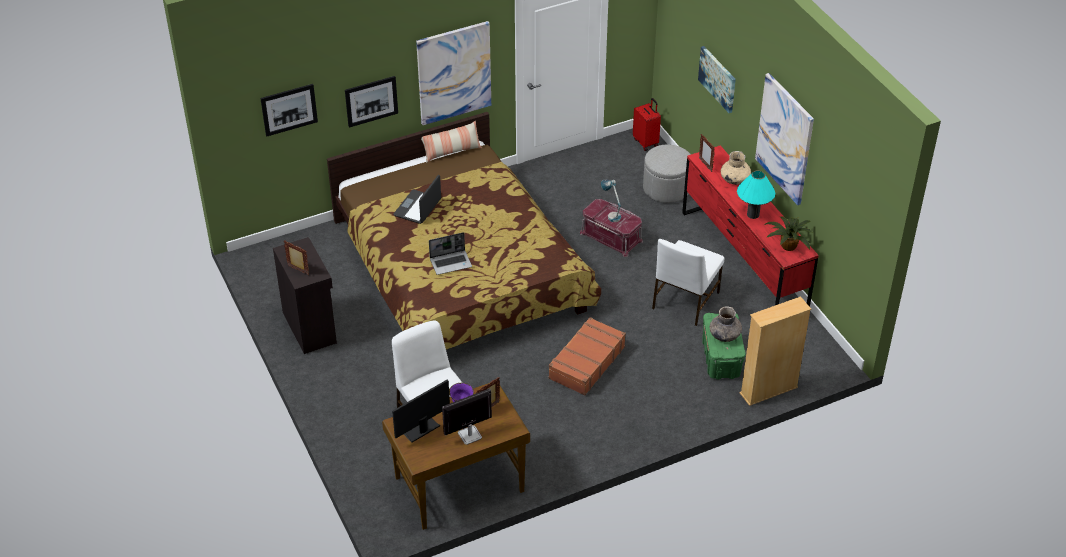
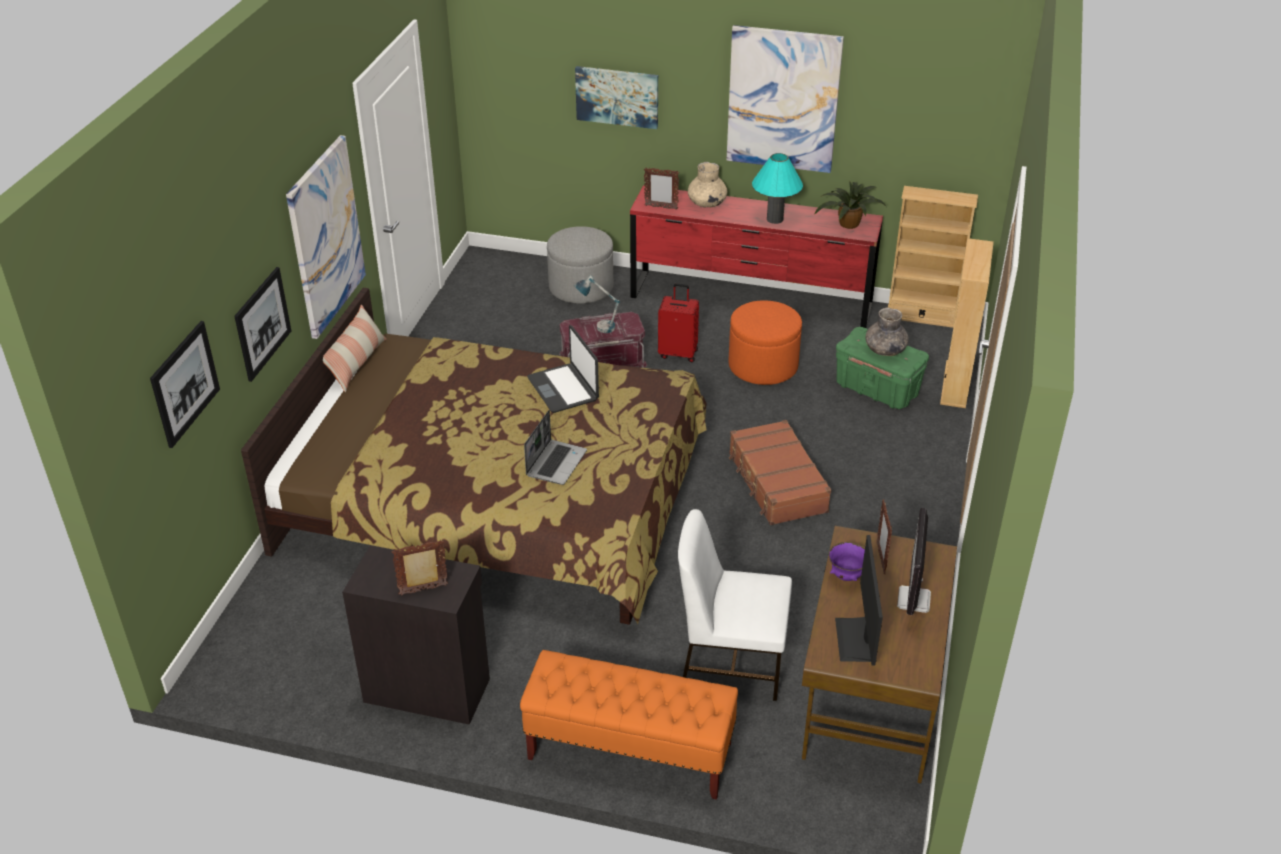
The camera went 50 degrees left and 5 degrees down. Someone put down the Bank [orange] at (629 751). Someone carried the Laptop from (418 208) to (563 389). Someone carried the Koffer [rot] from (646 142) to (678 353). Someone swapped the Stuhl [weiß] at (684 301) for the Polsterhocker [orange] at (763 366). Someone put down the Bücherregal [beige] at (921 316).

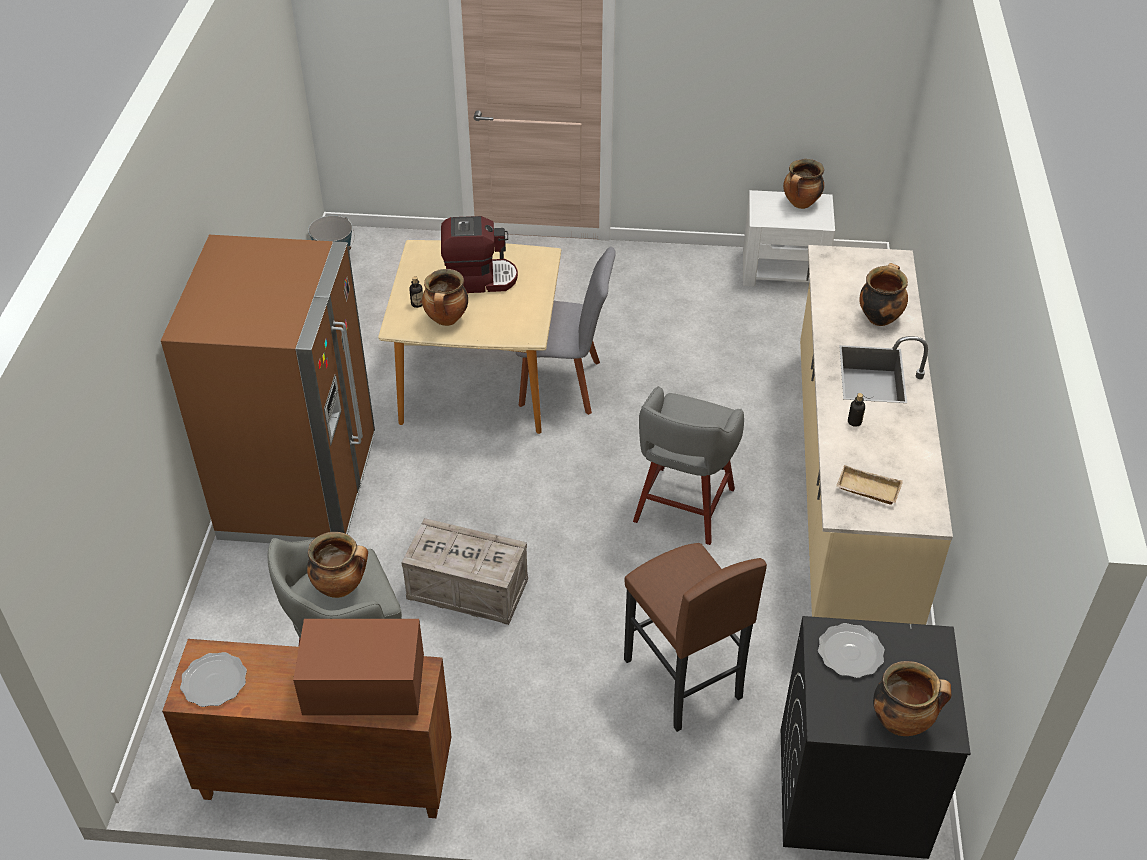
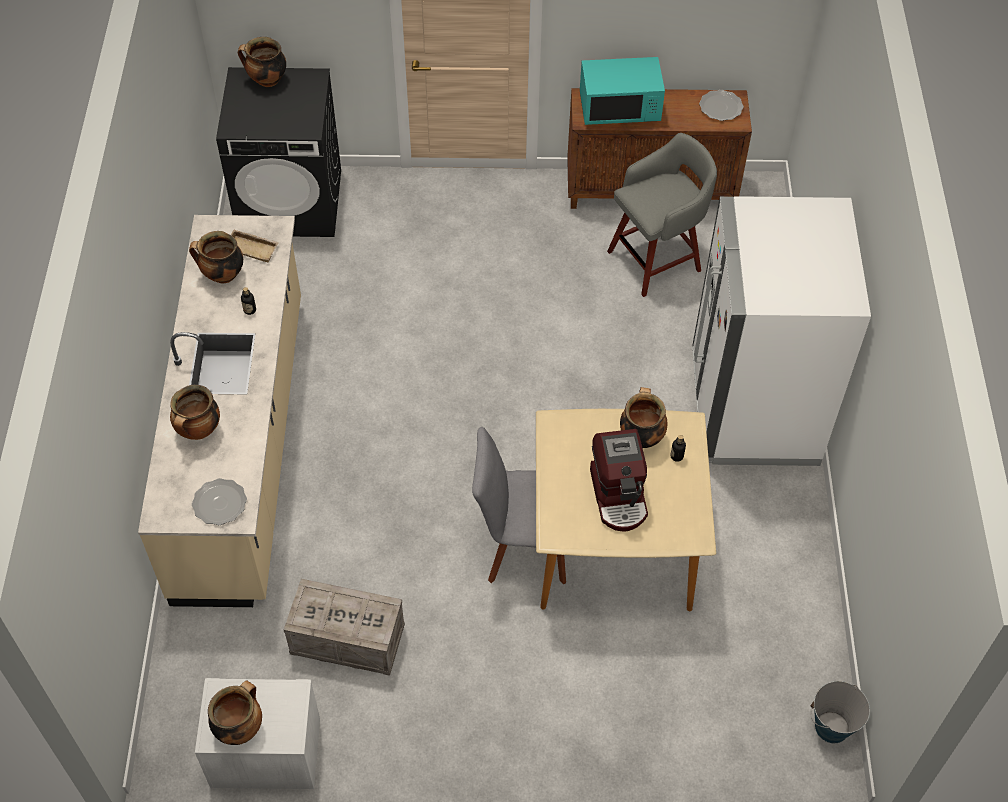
The camera went 175 degrees right and 10 degrees up. Someone carried the Kochtopf from (341 586) to (222 276). Someone carried the Teller from (850 653) to (219 503). Someone carried the Kiste from (469 589) to (345 639). Someone repainted the Mikrowelle [braun] at (364 688), which became the Mikrowelle [türkis] at (620 108). Someone rotated the Kaffeemaschine at (479 279) by 90 degrees counterclockwise. Someone repainted the Kühlschrank [braun] at (299 488), which became the Kühlschrank [weiß] at (753 408). Someone took away the Hocker [braun] at (682 679). Someone took away the Hocker [grau] at (682 507).

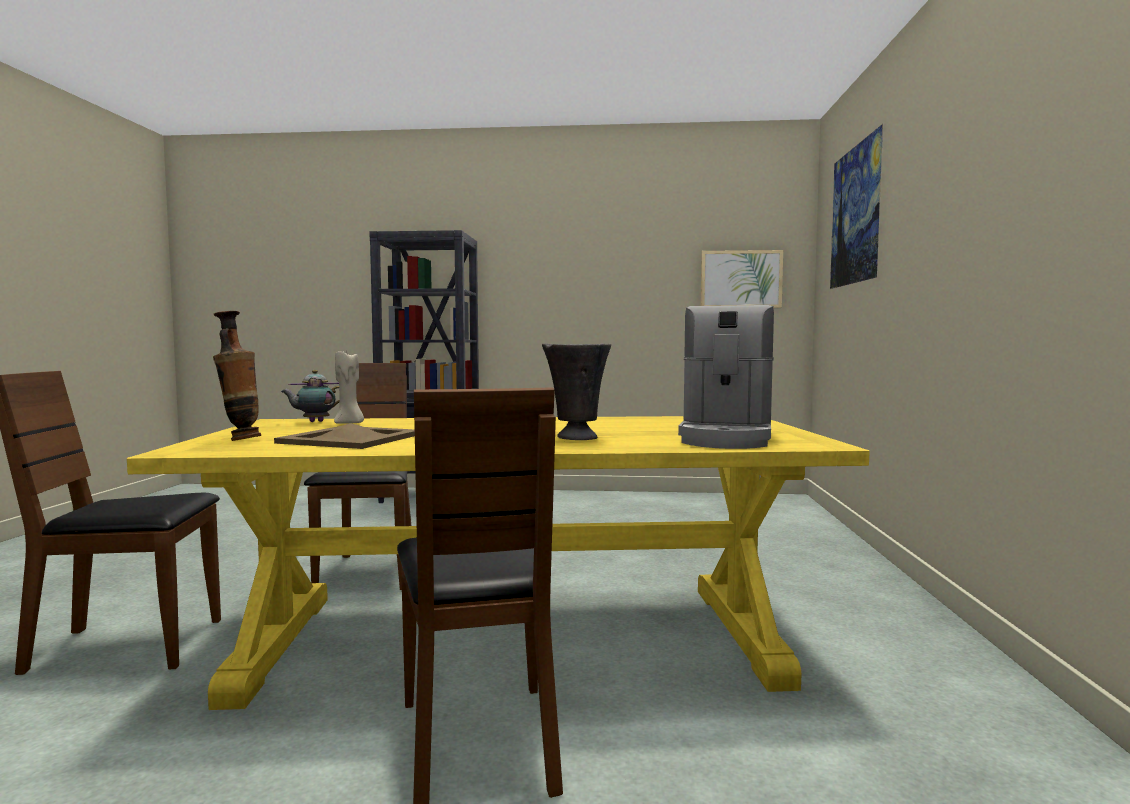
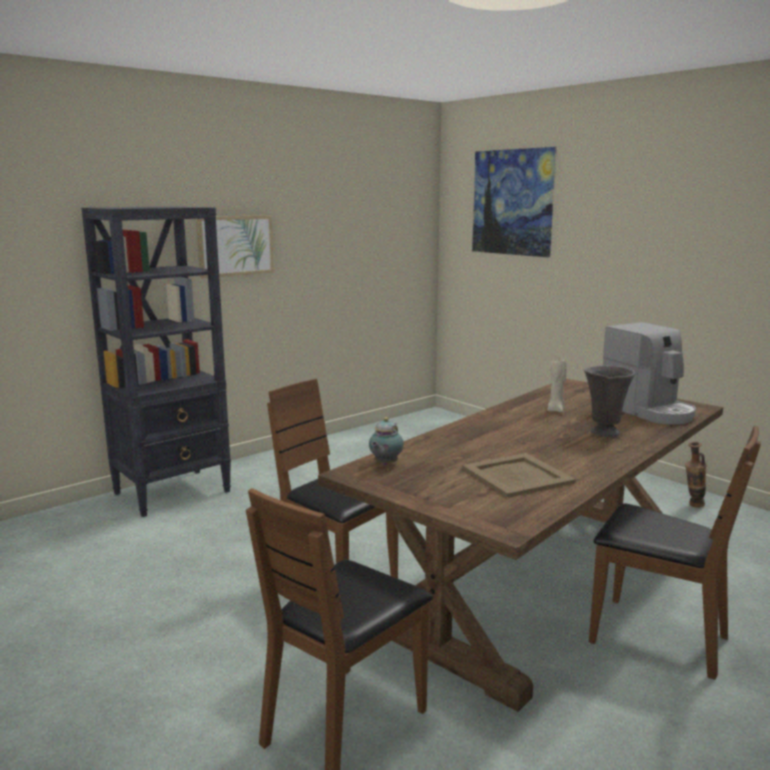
The camera went 45 degrees left and 10 degrees up. Someone carried the Bild from (741 279) to (235 245). Someone repainted the Esstisch [gelb] at (515 638), which became the Esstisch [braun] at (538 578). Someone carried the Kerze [beige] from (349 423) to (556 410). Someone carried the Vase from (240 440) to (692 505).

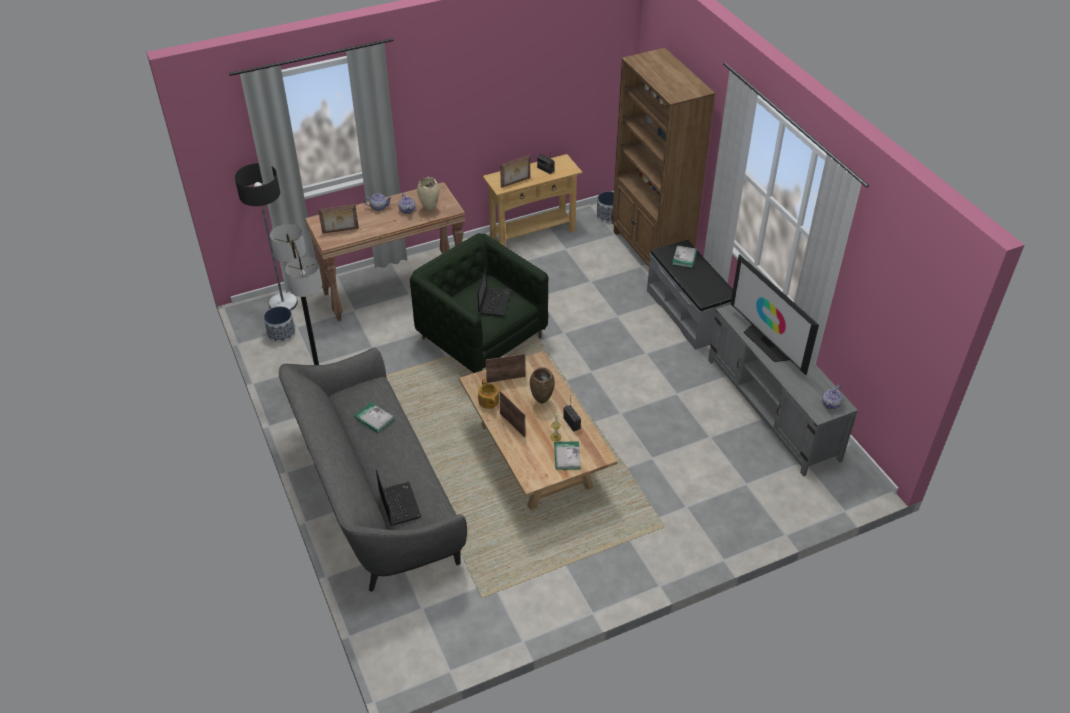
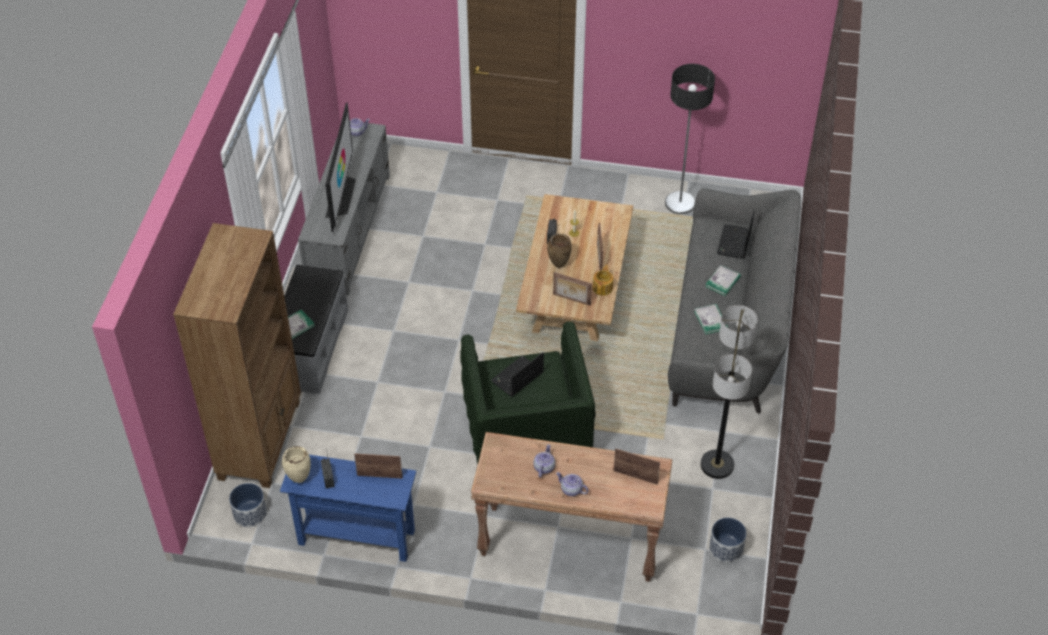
The camera went 145 degrees left and 5 degrees up. Someone repainted the Konsolentisch [beige] at (532 234), which became the Konsolentisch [blau] at (356 537). Someone carried the Vase [beige] from (430 209) to (299 479). Someone carried the Stehlampe from (283 303) to (680 203). Someone carried the Buch from (567 456) to (722 281).

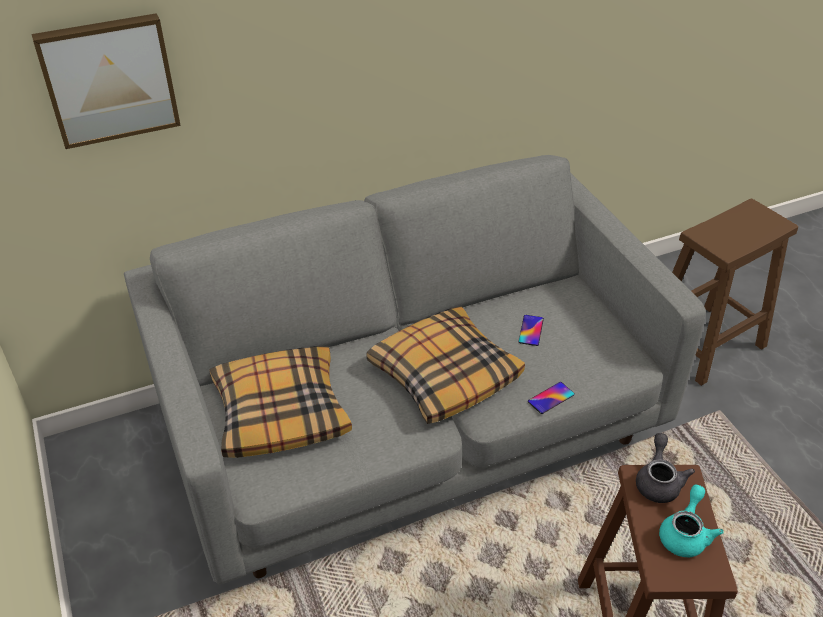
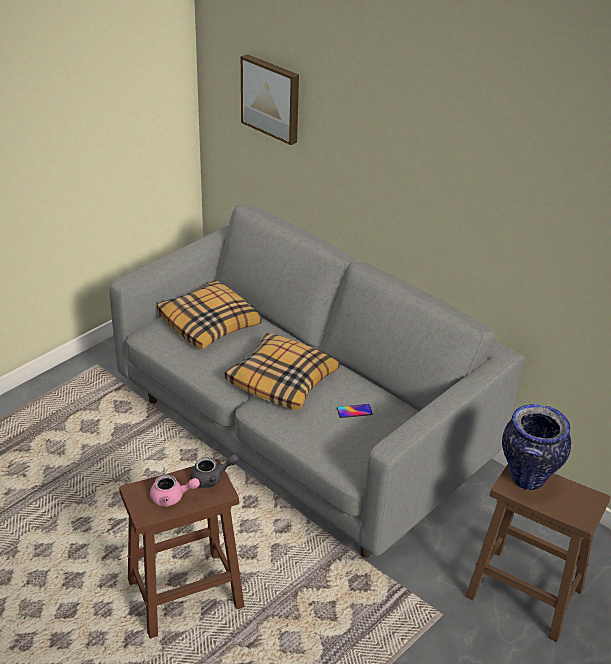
The camera went 65 degrees right and 5 degrees down. Someone repainted the Teekanne [türkis] at (685 534), which became the Teekanne [rosa] at (172 497). Someone put down the Vase at (527 477). Someone took away the Handy at (551 398).

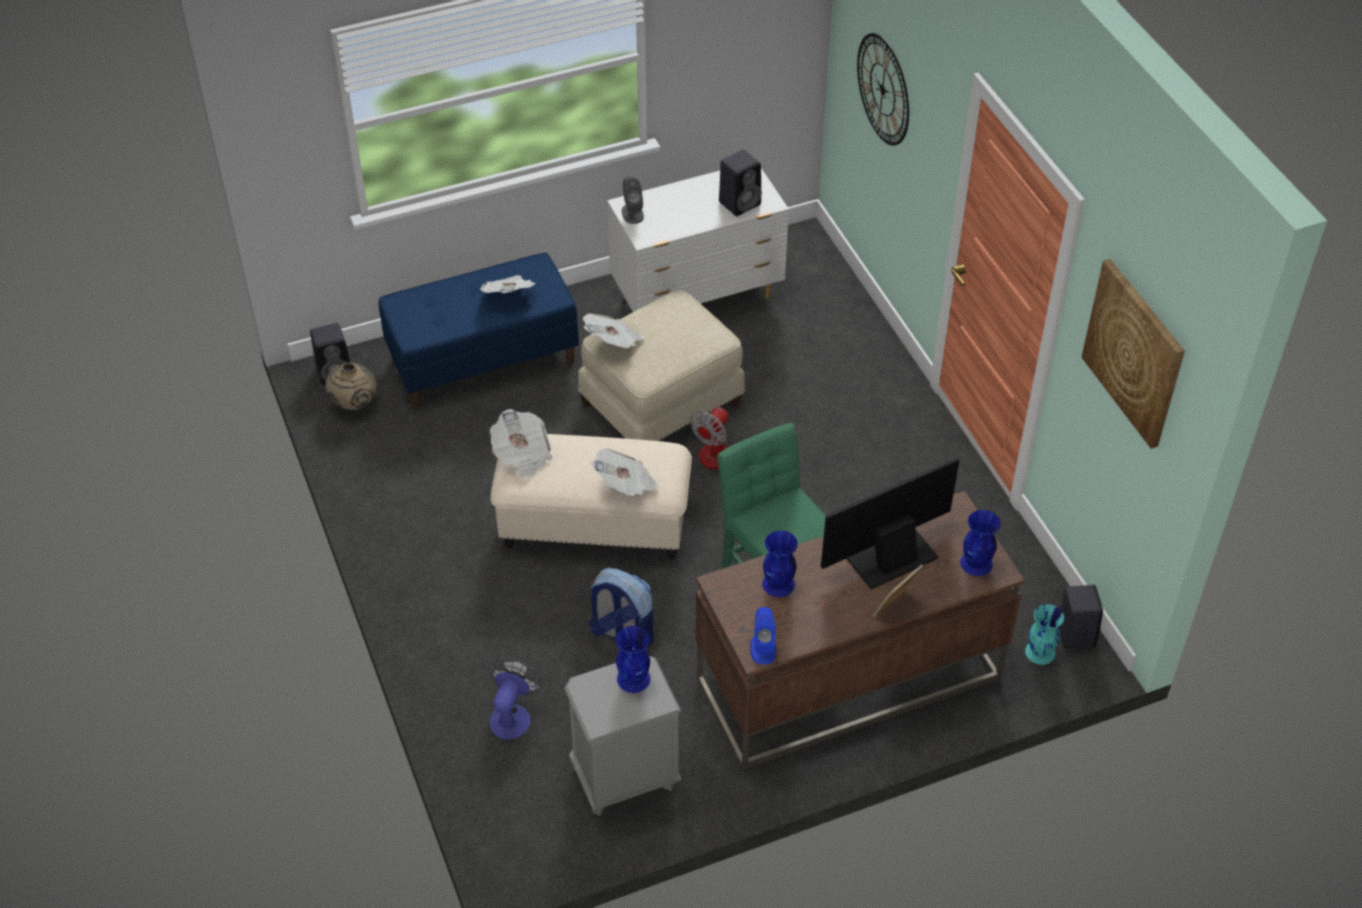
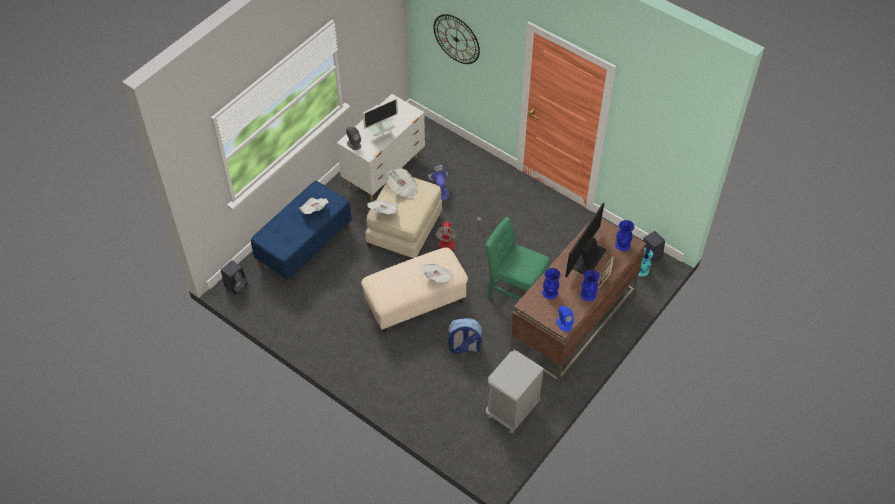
The camera went 30 degrees left and 5 degrees up. Someone put down the Monitor at (380 134). Someone carried the Zeitung from (522 455) to (403 189). Someone carried the Ventilator from (512 715) to (439 191). Someone carried the Vase [blau] from (634 679) to (588 294). Someone took away the Vase [beige] at (354 404). Someone took away the Lautsprecher [schwarz] at (740 202). Someone took away the Bild at (1134 352).

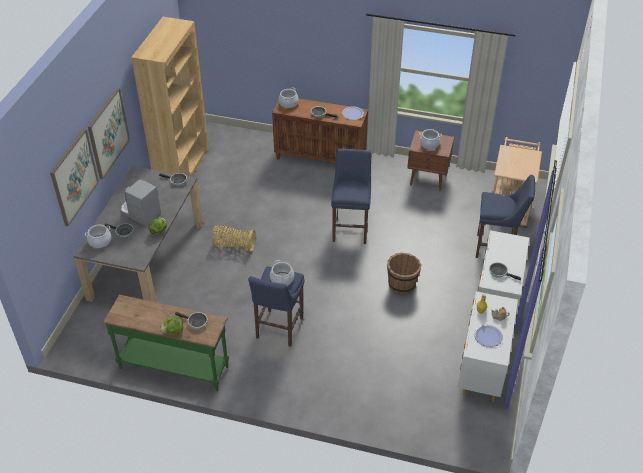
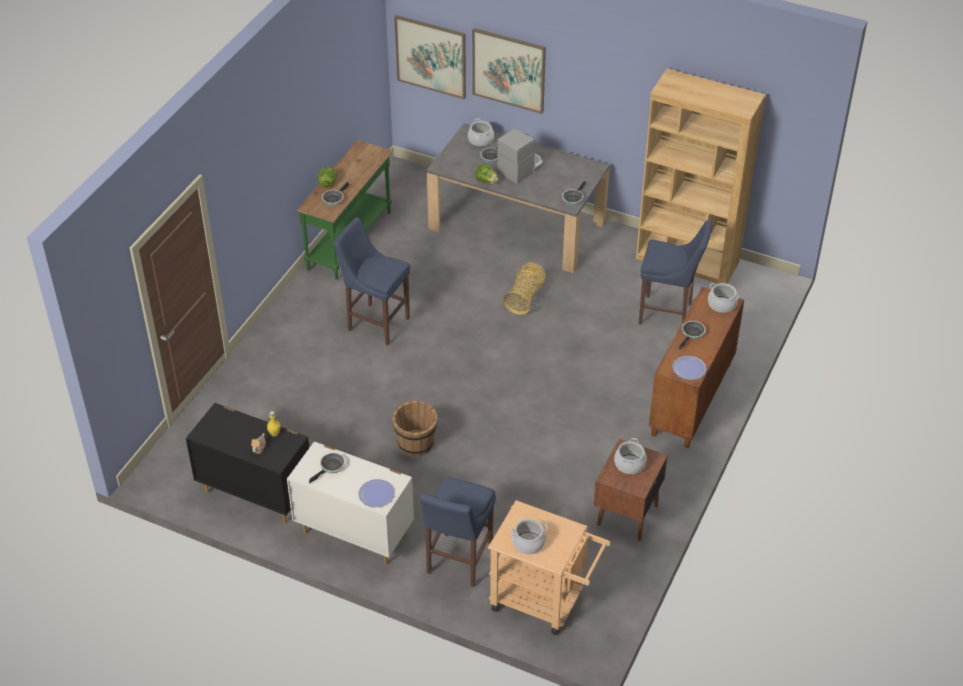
The camera went 100 degrees right and 0 degrees up. Someone repainted the Kommode [weiß] at (482 369), which became the Kommode [schwarz] at (255 493). Someone carried the Teller from (488 336) to (376 494). Someone carried the Bild from (108 133) to (431 56). Someone carried the Kochtopf from (282 279) to (528 543). Someone carried the Hocker [blau] from (351 228) to (668 314).

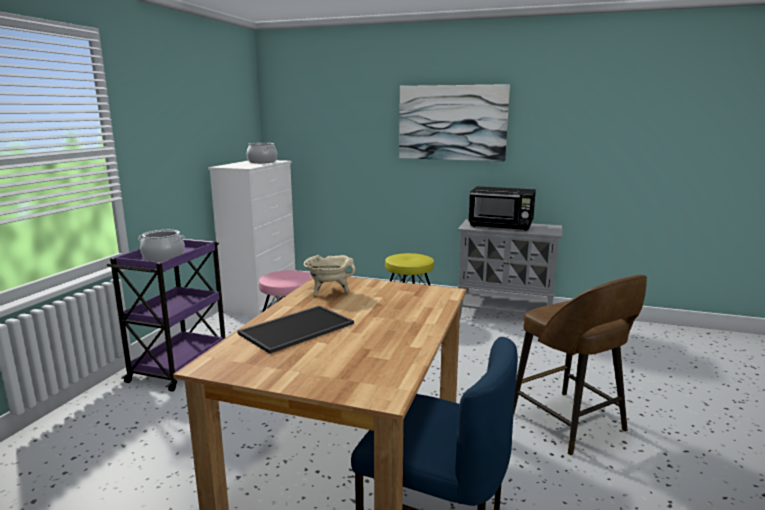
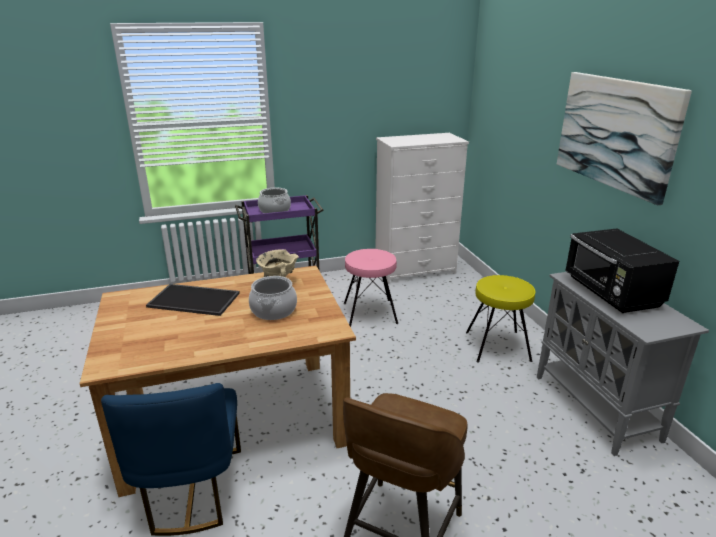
The camera went 55 degrees right and 10 degrees up. Someone carried the Kochtopf from (262 162) to (273 310).

